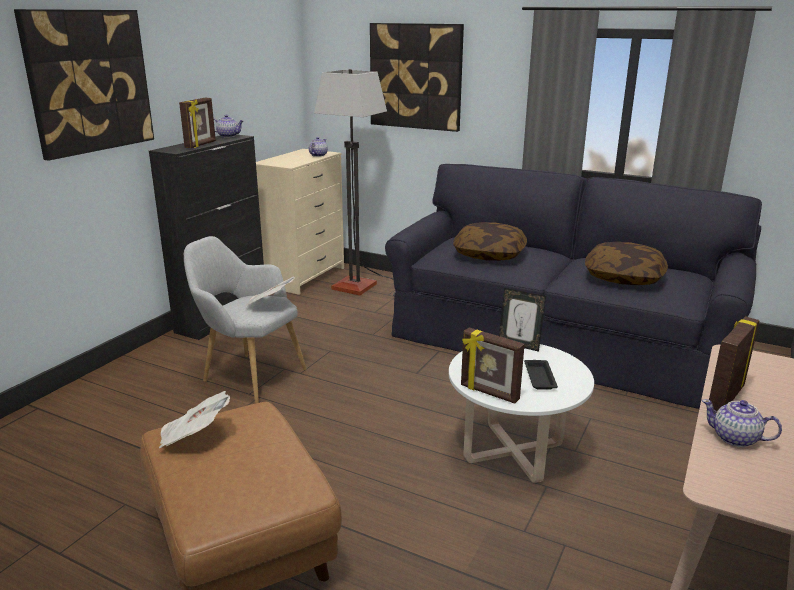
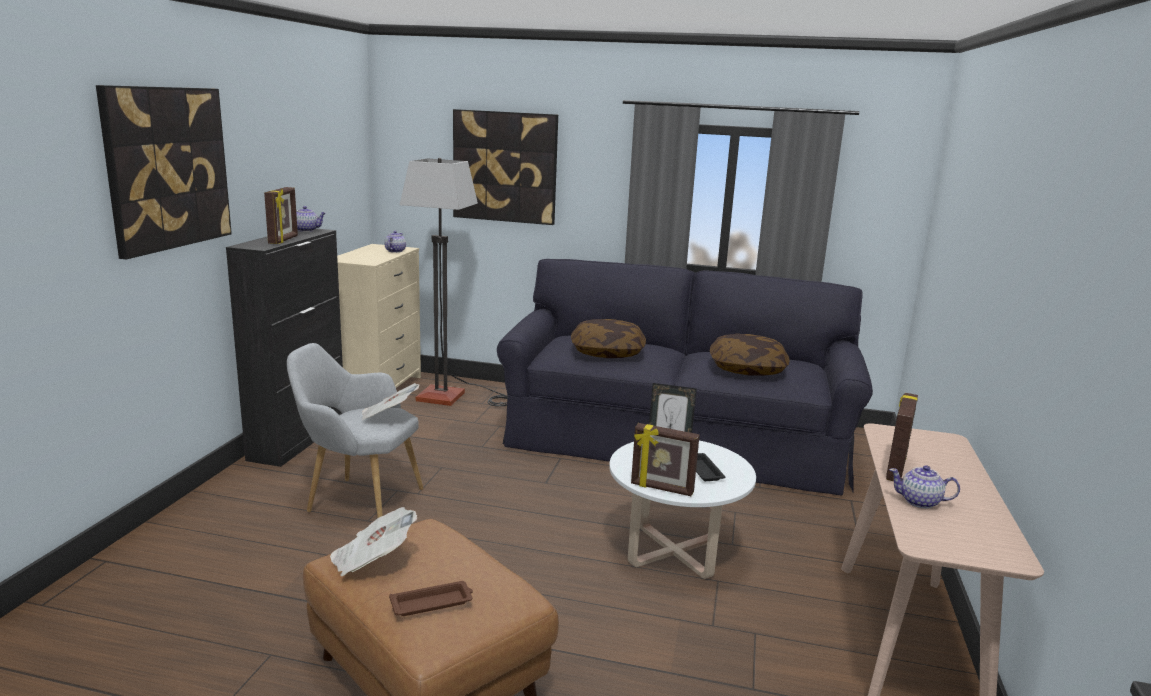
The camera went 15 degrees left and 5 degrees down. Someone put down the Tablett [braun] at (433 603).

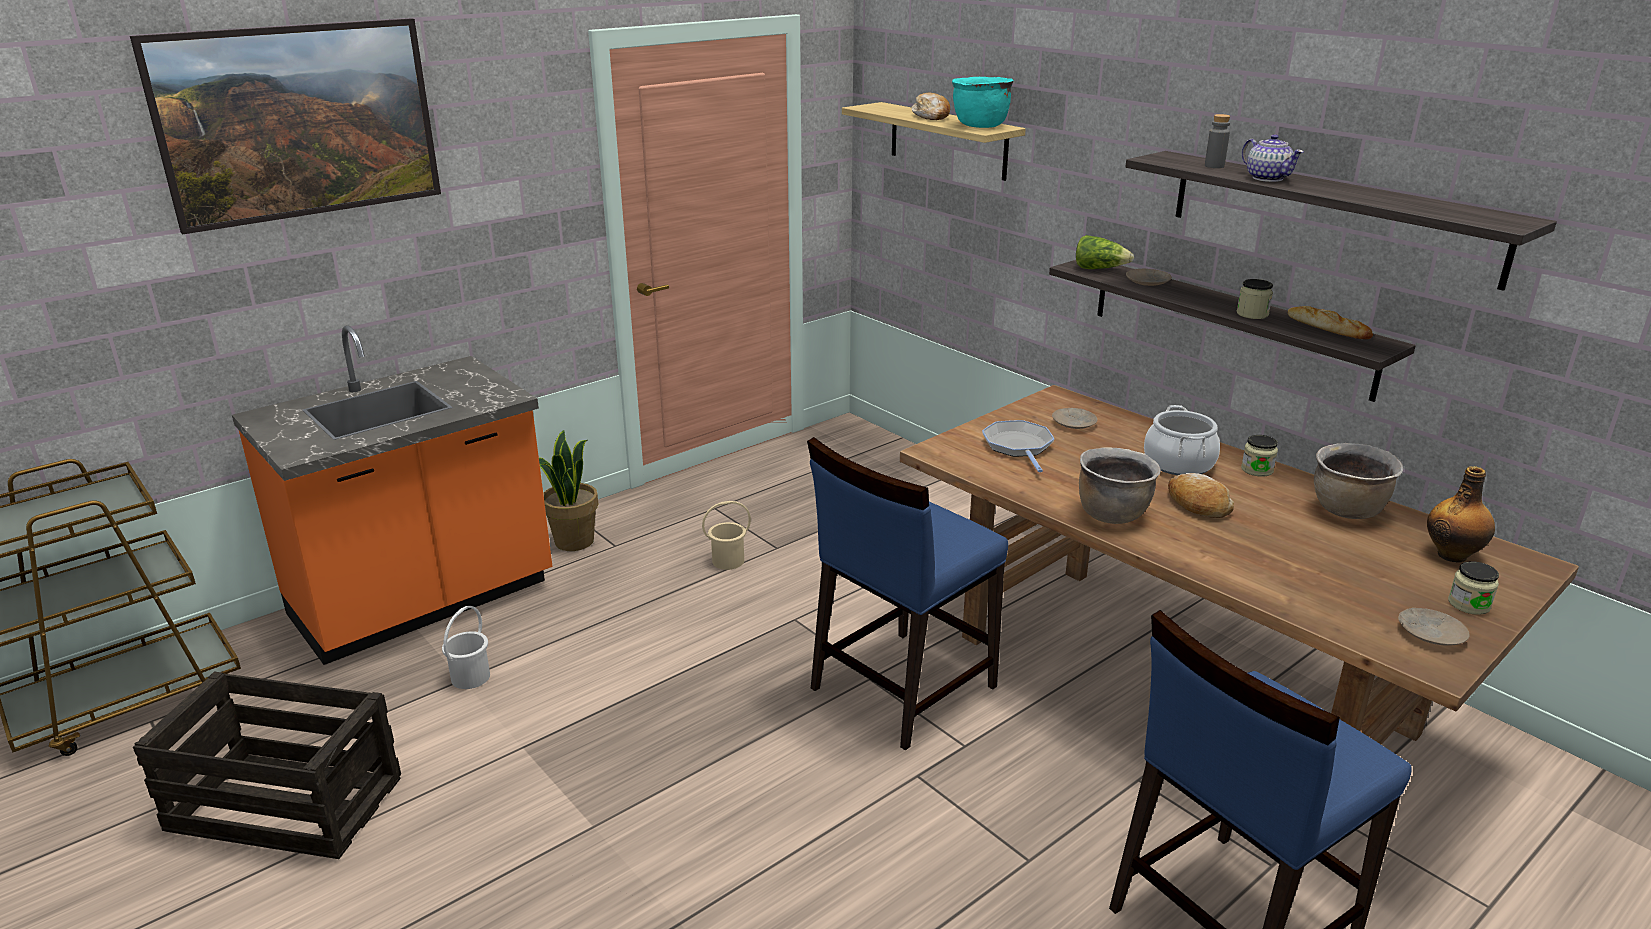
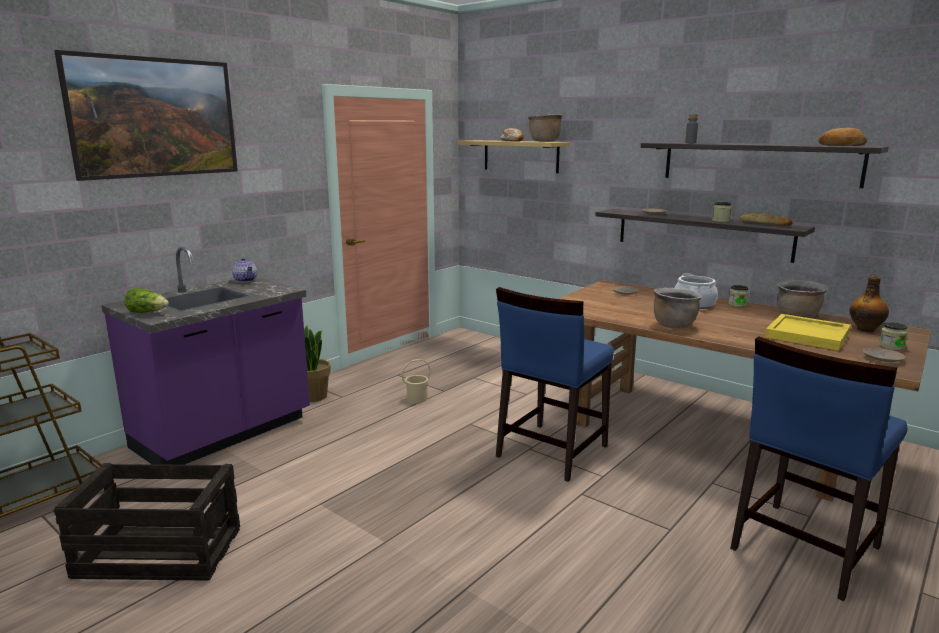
The camera went 10 degrees left and 10 degrees down. Someone repainted the Küchenzeile [orange] at (424 602), which became the Küchenzeile [lila] at (224 434). Someone carried the Salatkopf from (1099 269) to (148 312). Someone carried the Teekanne from (1267 178) to (245 280). Someone repainted the Kochtopf [türkis] at (979 126), which became the Kochtopf [braun] at (544 141). Someone put down the Tablett [gelb] at (808 335). Someone carried the Brot from (1197 504) to (841 145). Someone took away the Eimer [weiß] at (470 677). Someone took away the Pfanne at (1018 447).

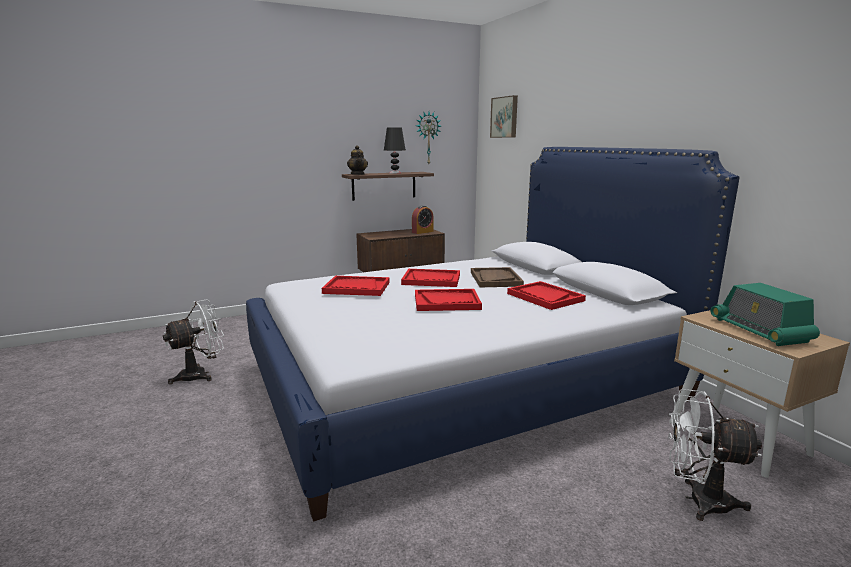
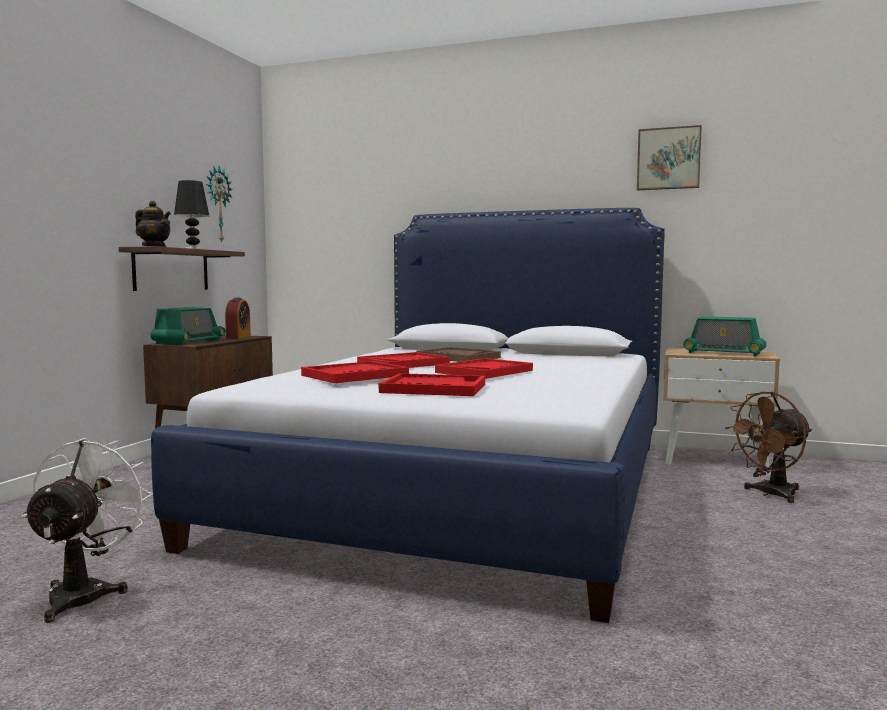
The camera went 45 degrees left and 10 degrees down. Someone put down the Radio at (189 341). Someone carried the Tablett [rot] from (545 297) to (433 388). Someone carried the Bild from (505 117) to (668 159). Someone repainted the Ventilator [weiß] at (698 500), which became the Ventilator [braun] at (770 494).

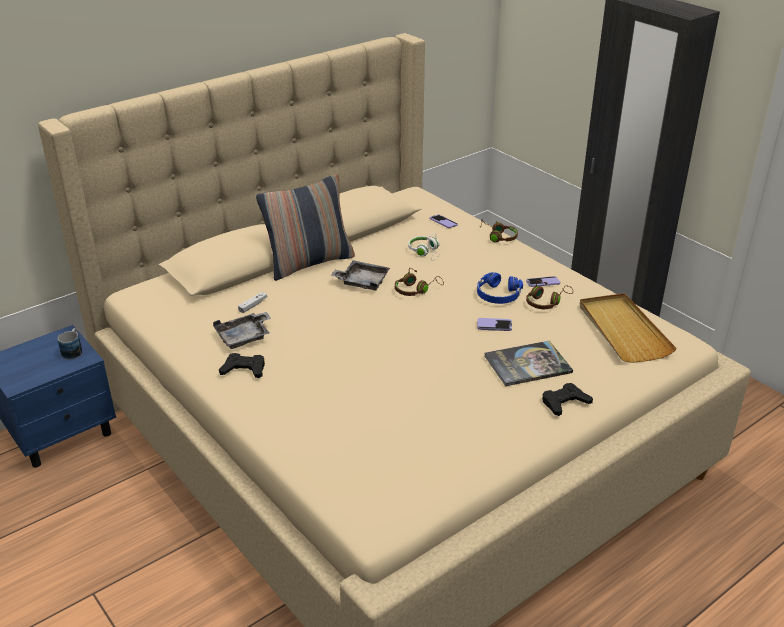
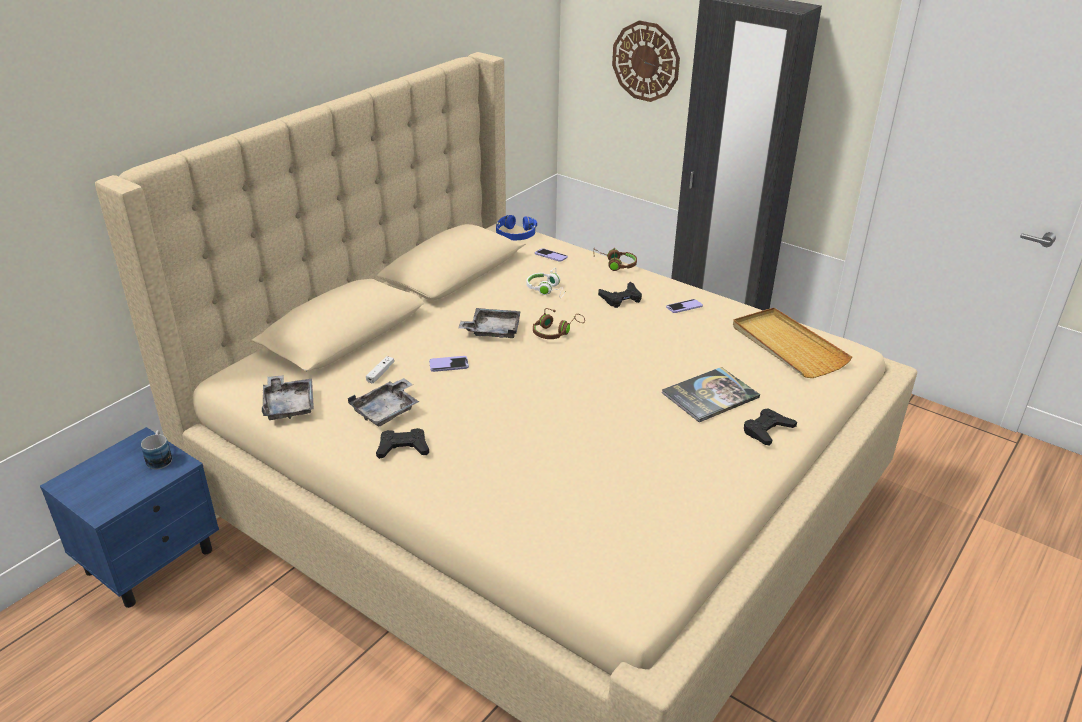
The camera went 15 degrees left and 0 degrees up. Someone put down the Tablett [grau] at (289 405). Someone carried the Handy from (494 325) to (449 365). Someone carried the Kopfhörer [blau] from (498 295) to (515 234). Someone put down the Gamepad [schwarz] at (621 298). Someone put up the Wanduhr at (646 61). Someone took away the Kissen at (309 263). Someone took away the Kopfhörer [braun] at (546 302).

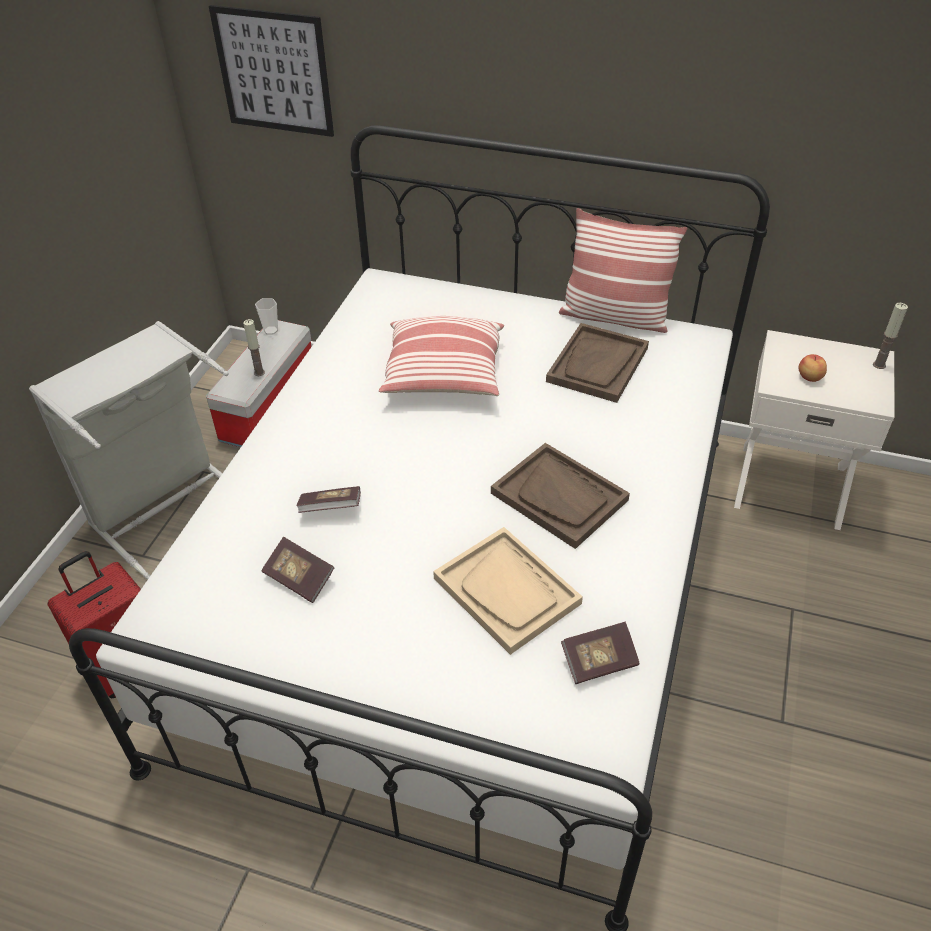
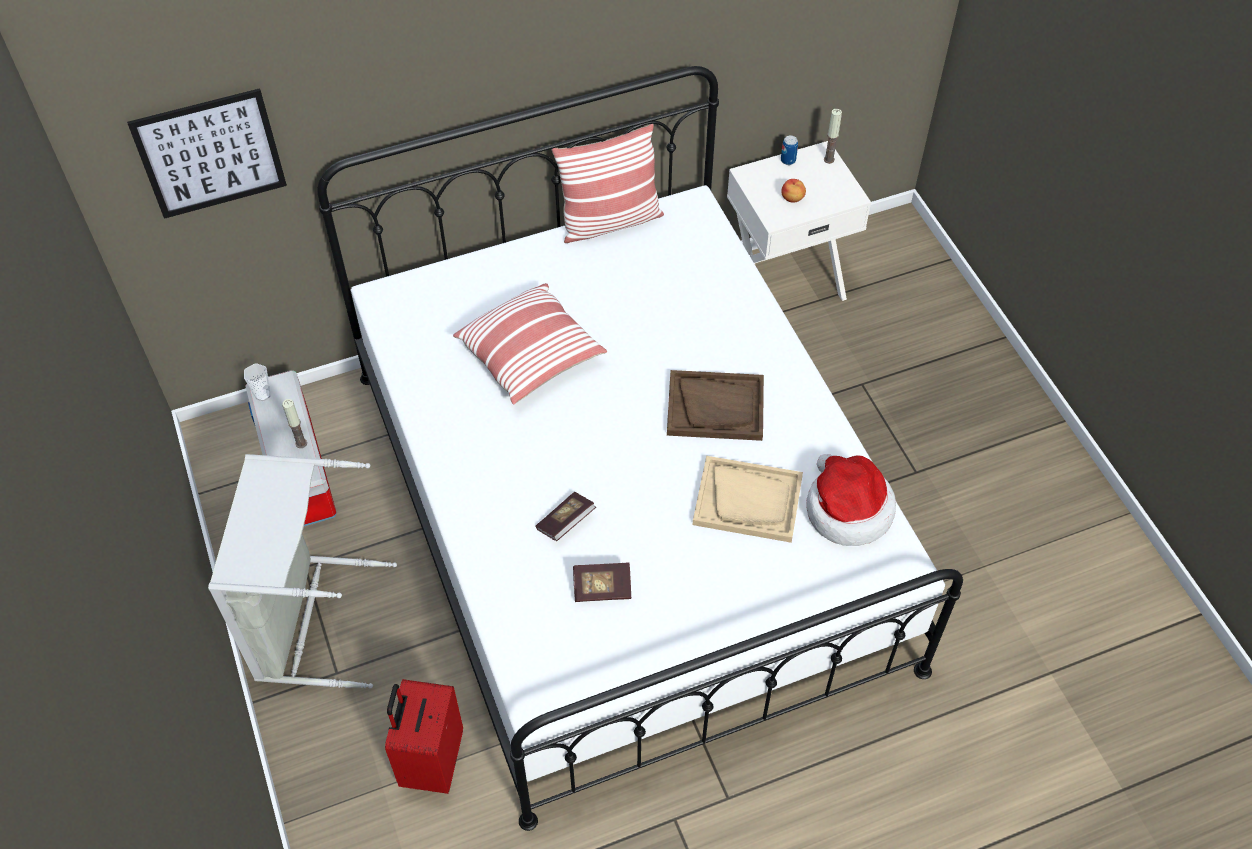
The camera went 40 degrees left and 10 degrees up. Someone put down the Dose at (788 160). Someone swapped the Buch at (599 661) for the Hut at (846 509). Someone took away the Tablett [braun] at (597 365).

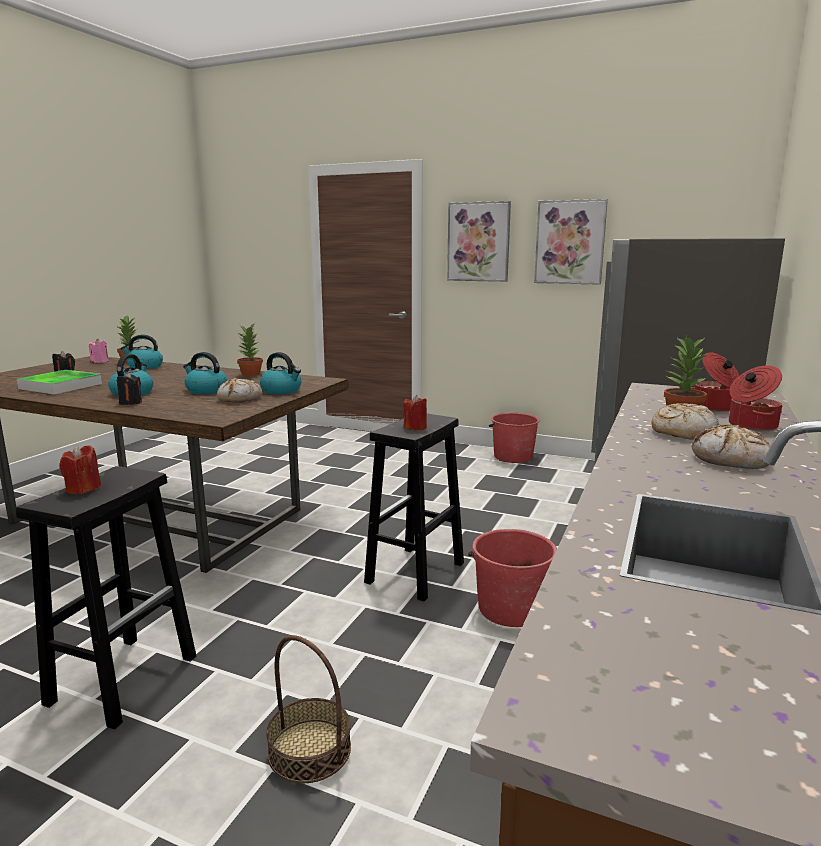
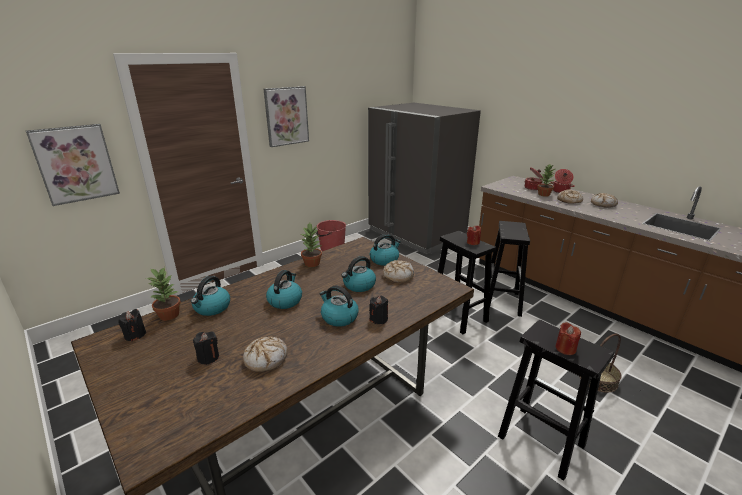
The camera went 65 degrees left and 10 degrees up. Someone carried the Bild from (570 242) to (75 164). Someone repainted the Kerze [rosa] at (100 361), which became the Kerze [schwarz] at (135 335). Someone swapped the Tablett at (60 386) for the Brot at (266 358). Someone put down the Wasserkessel at (285 300). Someone swapped the Eimer [rot] at (510 608) for the Hocker [schwarz] at (501 301).

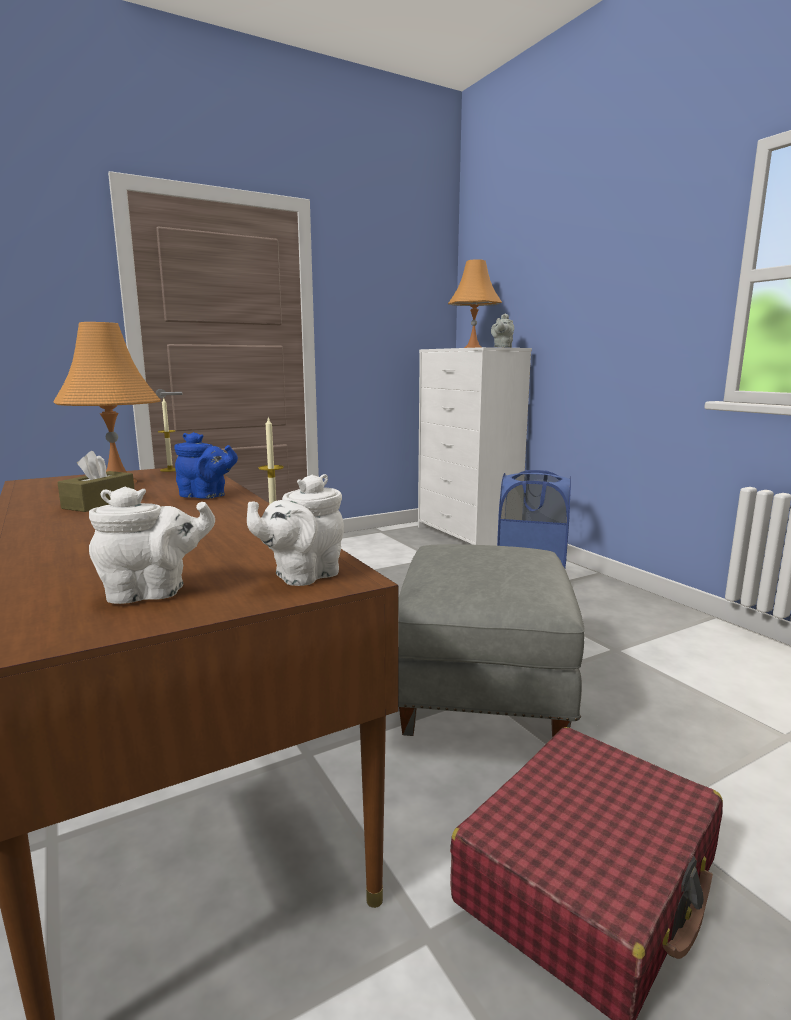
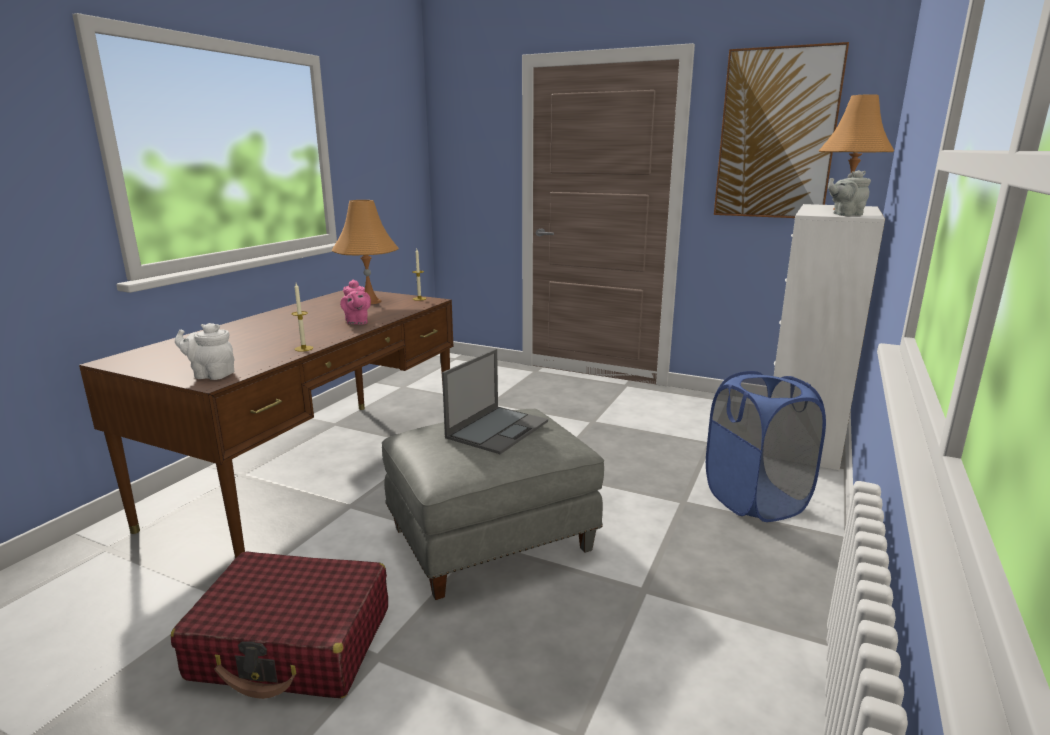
The camera went 55 degrees right and 5 degrees up. Someone repainted the Teekanne [blau] at (206 496), which became the Teekanne [rosa] at (357 322). Someone put down the Laptop at (498 429). Someone put up the Bild at (776 135). Someone took away the Taschentuchbox [braun] at (99 503). Someone took away the Teekanne [weiß] at (153 593).

